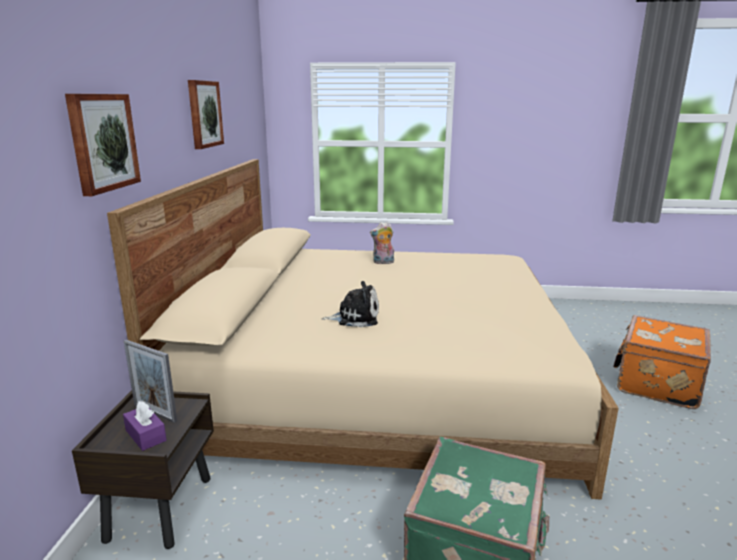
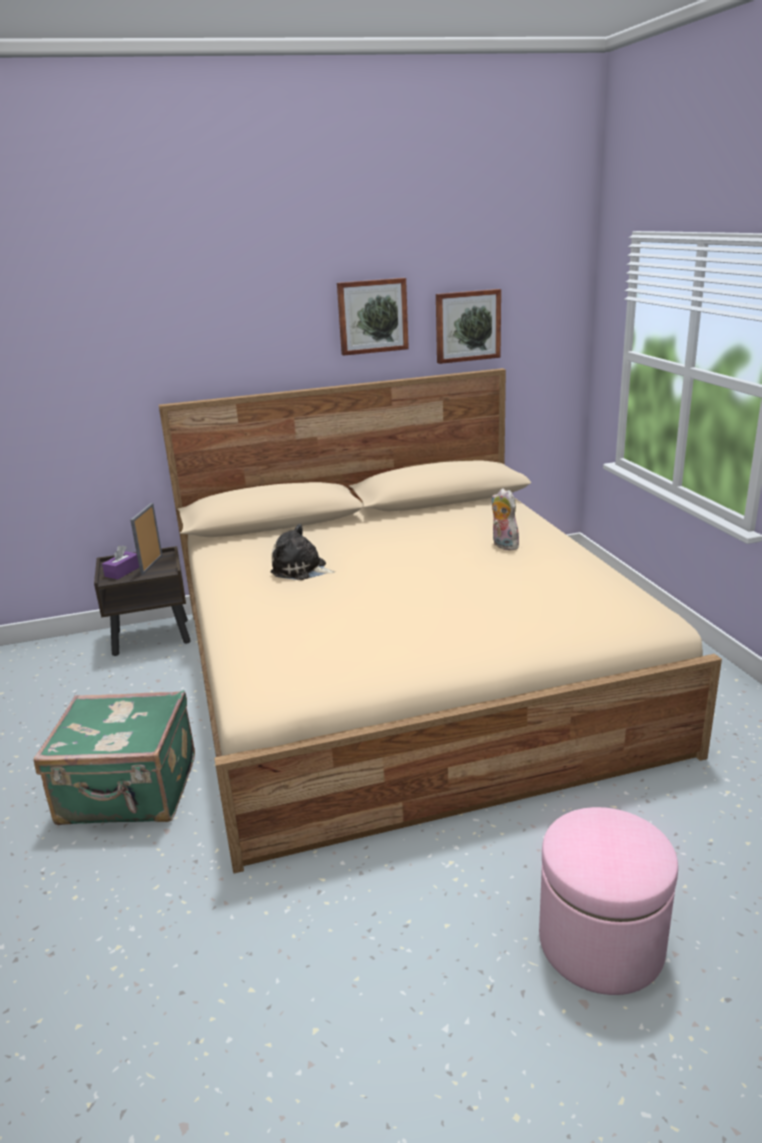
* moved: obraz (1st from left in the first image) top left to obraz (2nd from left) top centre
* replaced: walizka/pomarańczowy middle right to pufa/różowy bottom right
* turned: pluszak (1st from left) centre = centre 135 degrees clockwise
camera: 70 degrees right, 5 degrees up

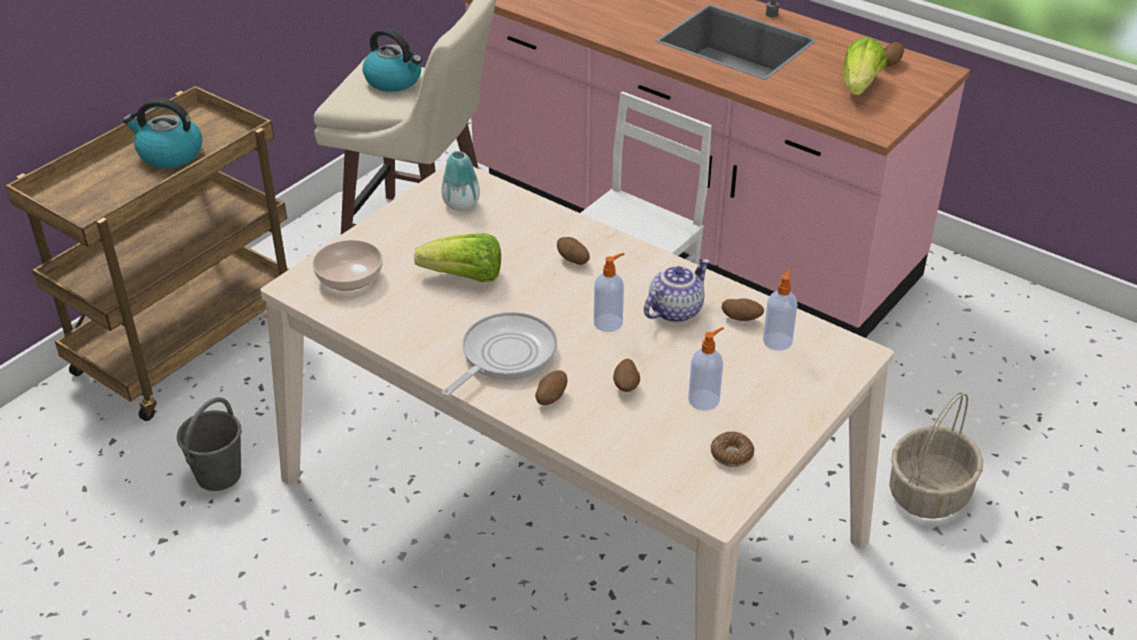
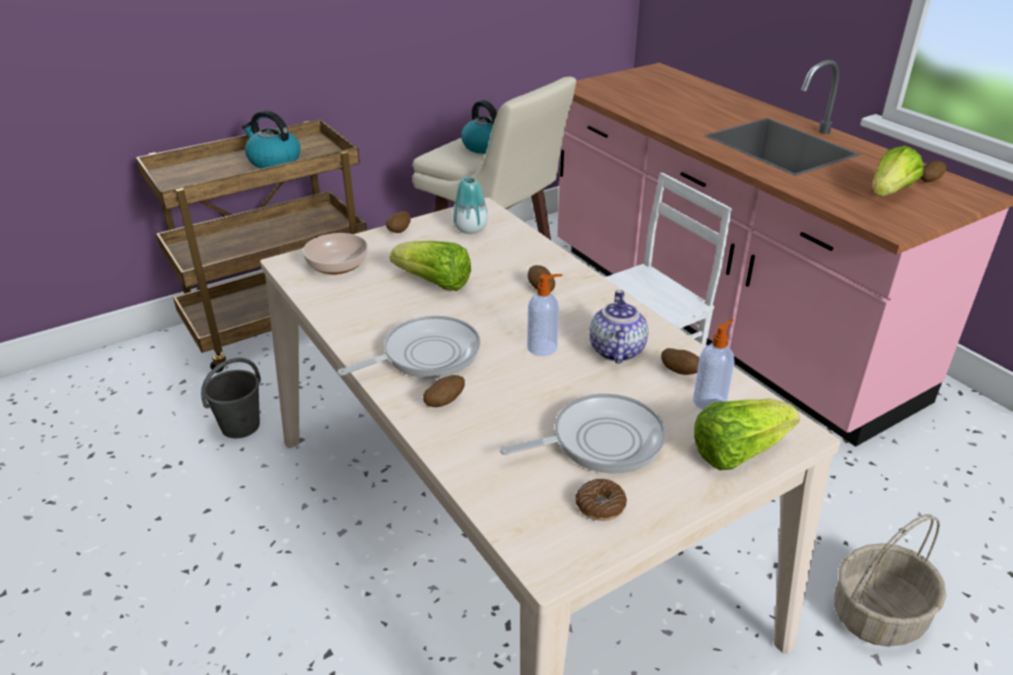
* added: sałata (2nd from left) middle right
* moved: ziemniak (3rd from left in the first image) centre to ziemniak (1st from left) top centre
* replaced: dozownik mydła (2nd from left) centre to patelnia (2nd from left) centre
* turned: imbryk centre = centre 60 degrees counterclockwise
camera: 20 degrees right, 5 degrees down

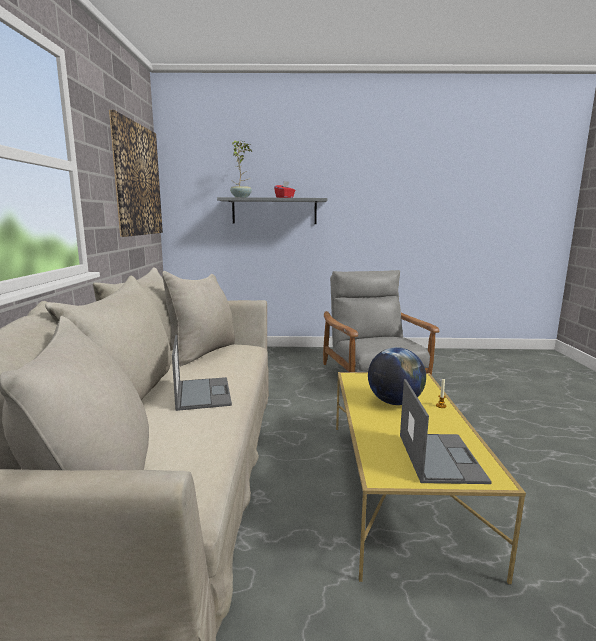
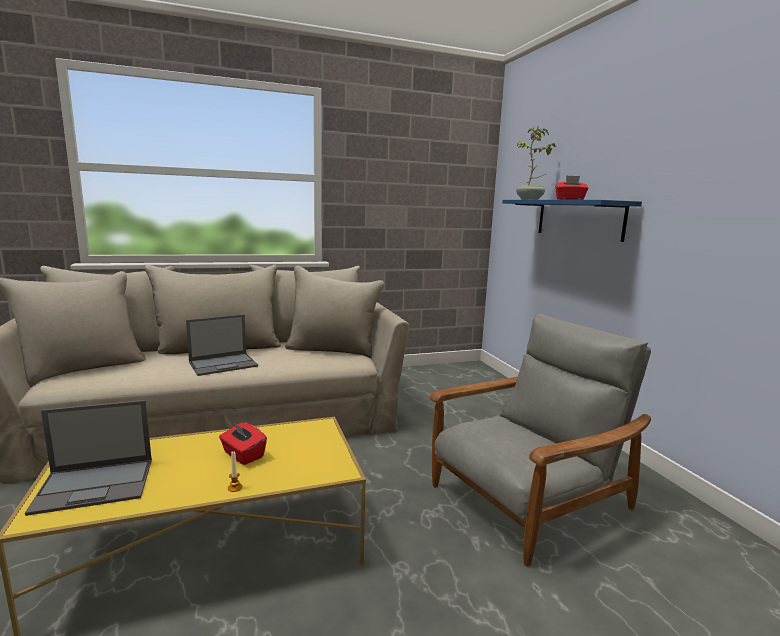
* removed: obraz top left
* replaced: globus centre to pudełko chusteczek/czerwony (1st from left) bottom left
* recoloured: półka/szary top centre to półka/niebieski middle right
camera: 70 degrees right, 0 degrees up

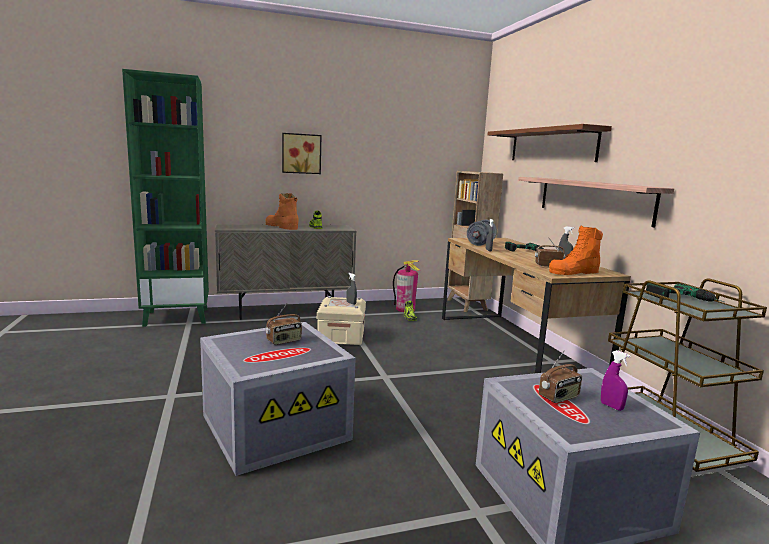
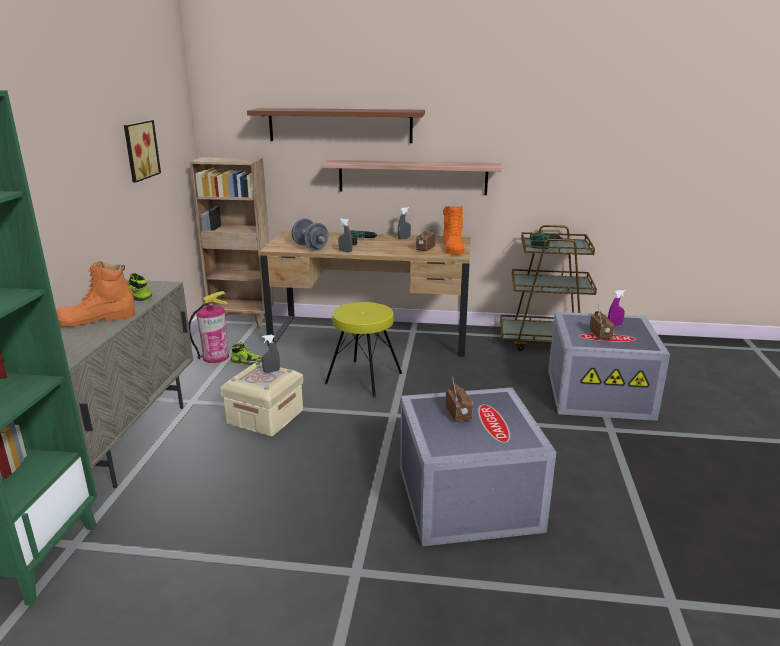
* added: stołek/żółty centre
* moved: obraz top centre to top left
camera: 65 degrees left, 10 degrees up

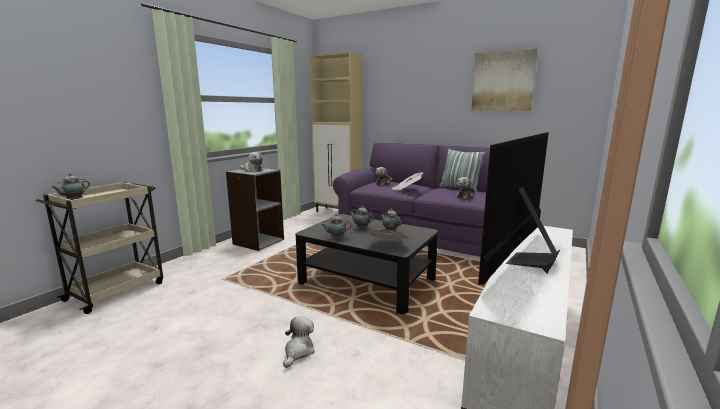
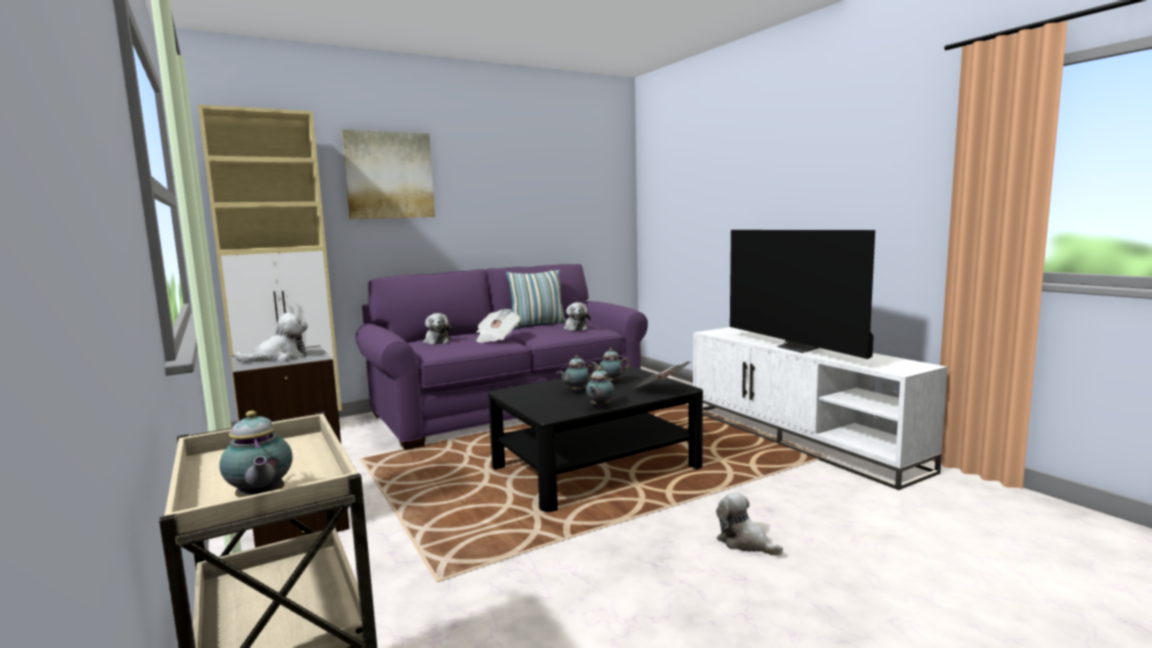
* moved: obraz top right to top centre
camera: 60 degrees left, 5 degrees down

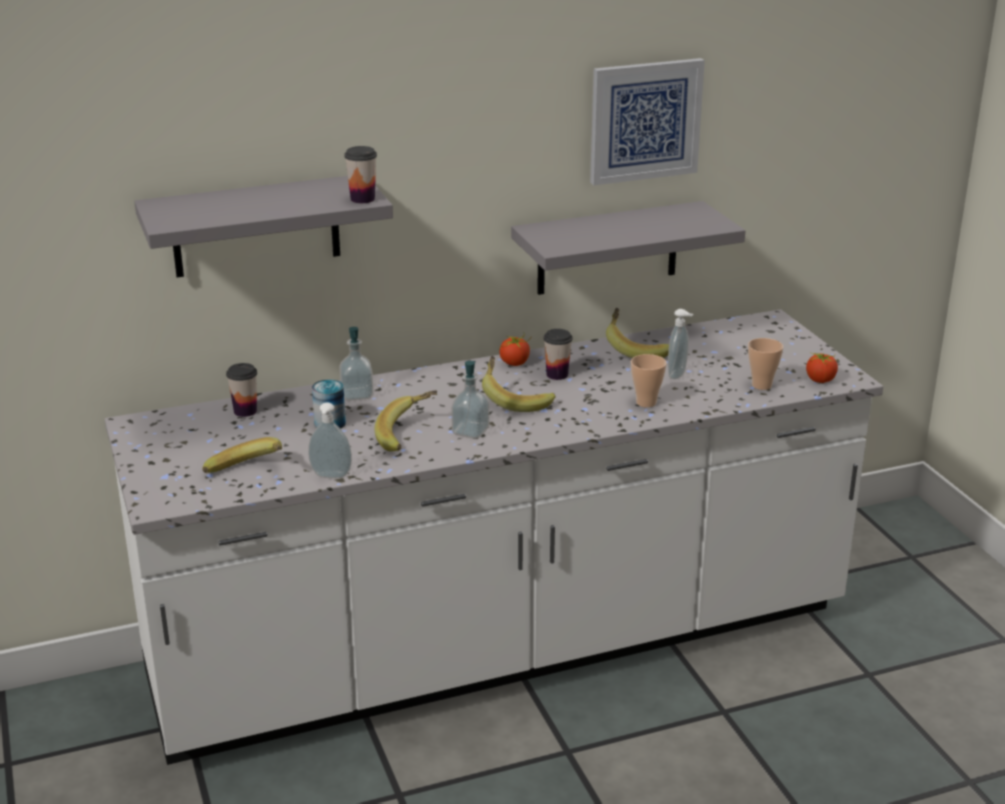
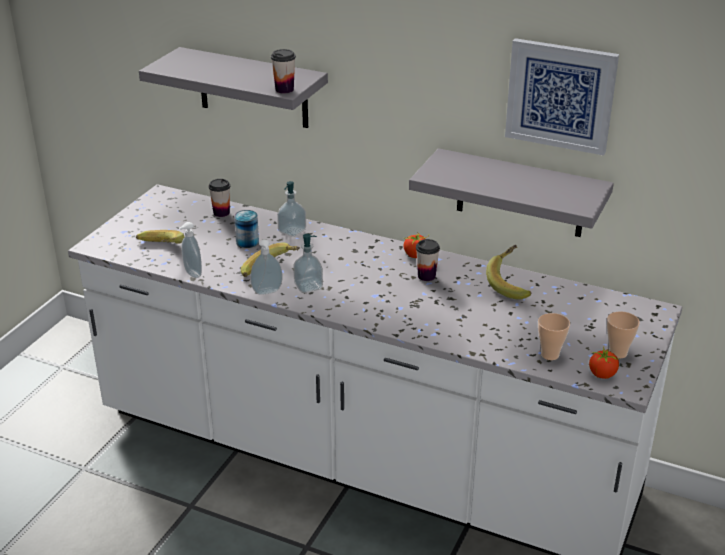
* removed: banan (3rd from left) centre
* moved: filiżanka (4th from left in the first image) centre to filiżanka (5th from left) middle right
* moved: dozownik mydła (4th from left in the first image) middle right to dozownik mydła (2nd from left) centre
camera: 45 degrees right, 5 degrees up

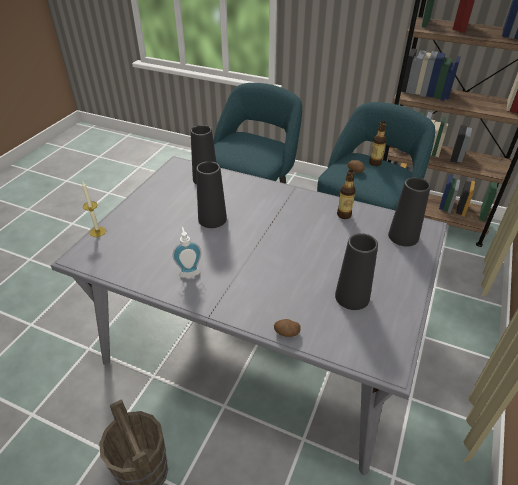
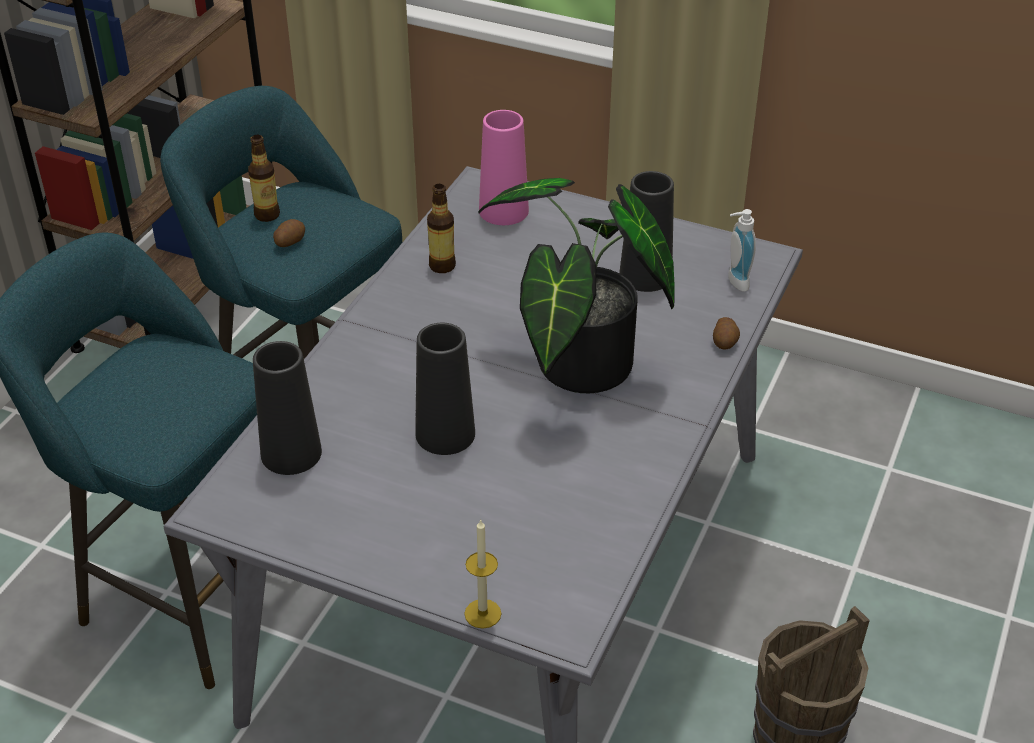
* added: roślina doniczkowa centre
* moved: dozownik mydła centre to middle right
* recoloured: wazon/czarny (4th from left) middle right to wazon/różowy top centre
camera: 90 degrees left, 0 degrees up

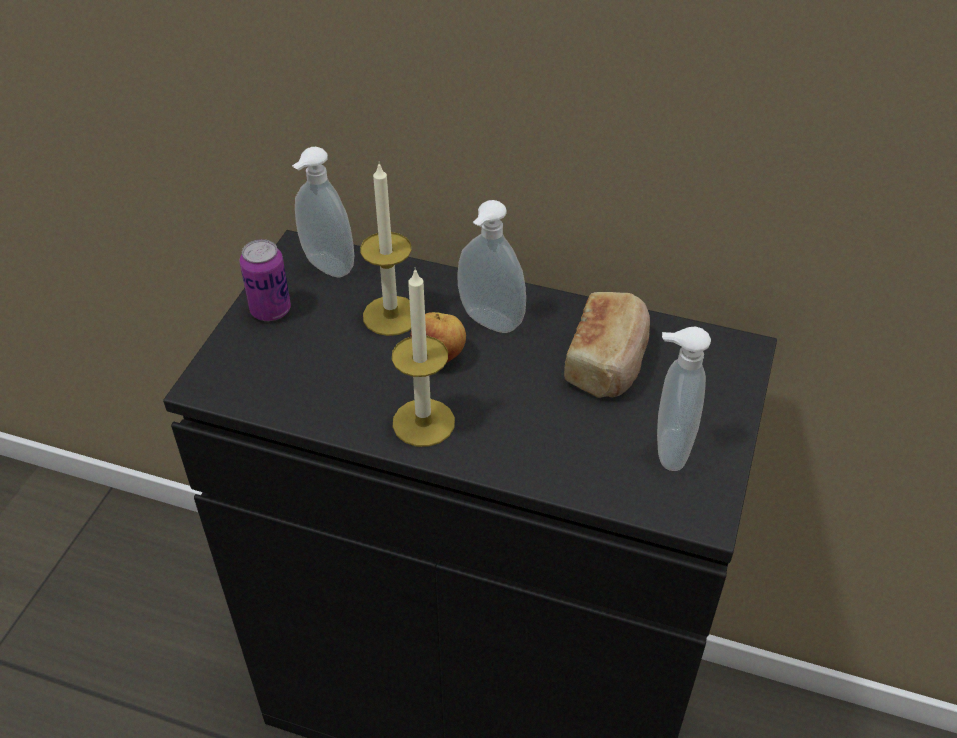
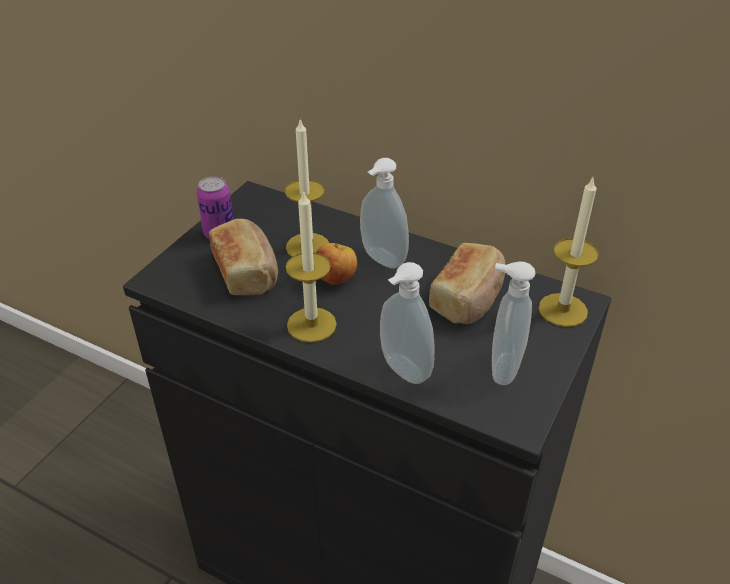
* added: chleb (1st from left) middle left
* added: świeca (3rd from left) middle right
* moved: dozownik mydła (1st from left in the first image) top centre to dozownik mydła (2nd from left) centre
camera: 10 degrees right, 5 degrees down

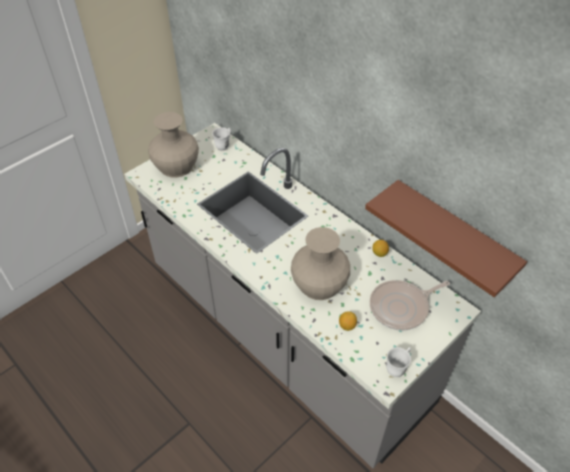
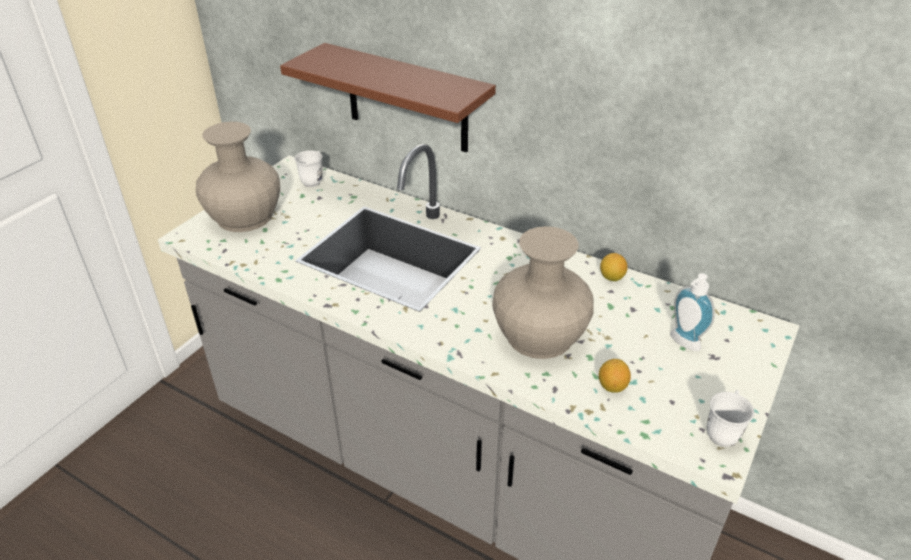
* moved: półka/brązowy middle right to top centre
* replaced: patelnia middle right to dozownik mydła middle right
camera: 15 degrees left, 10 degrees down

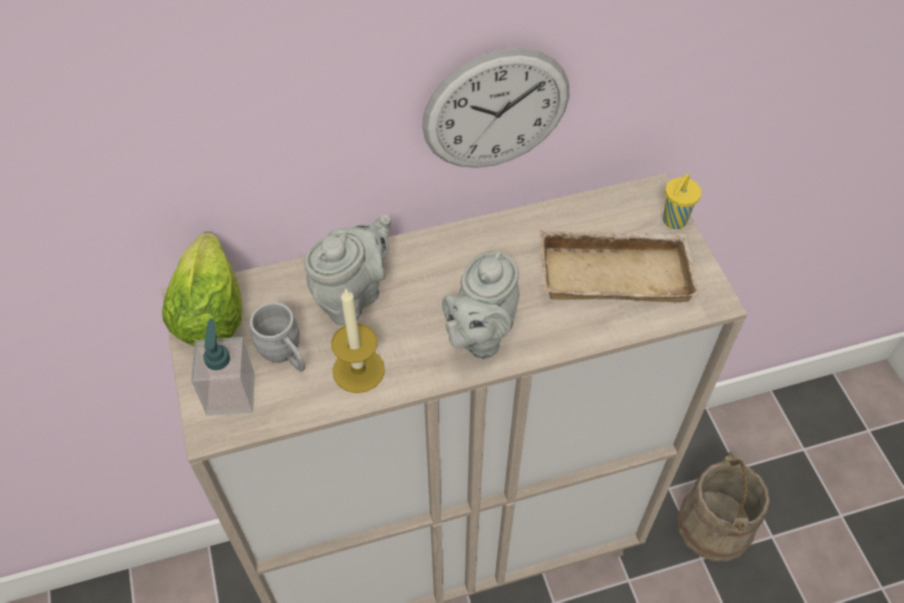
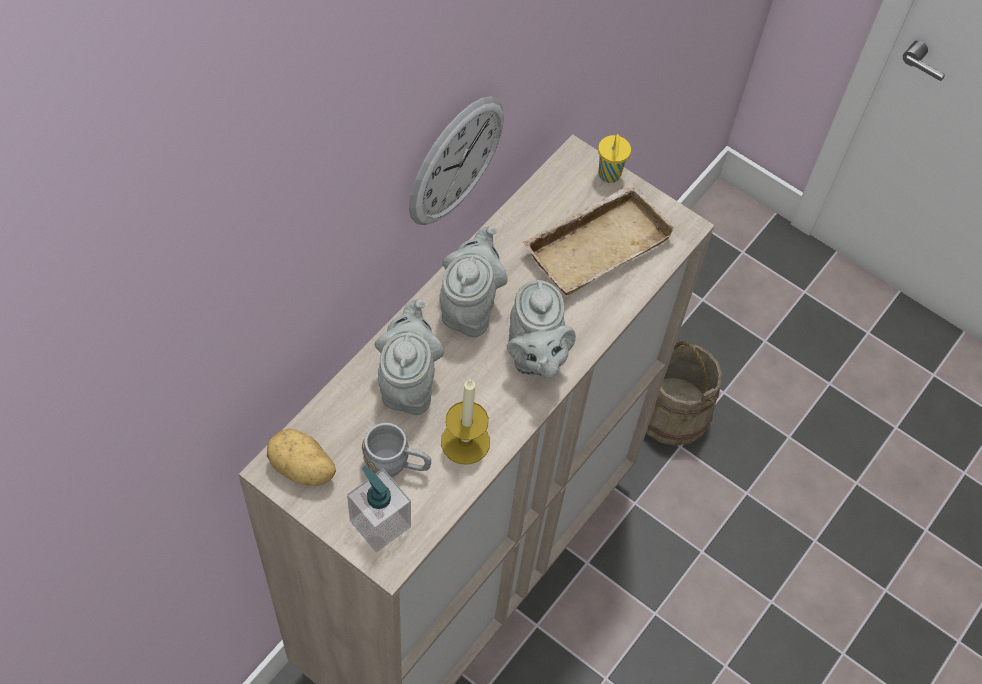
* added: imbryk/szary (2nd from left) centre
* replaced: sałata middle left to ziemniak bottom left
camera: 40 degrees left, 5 degrees up

